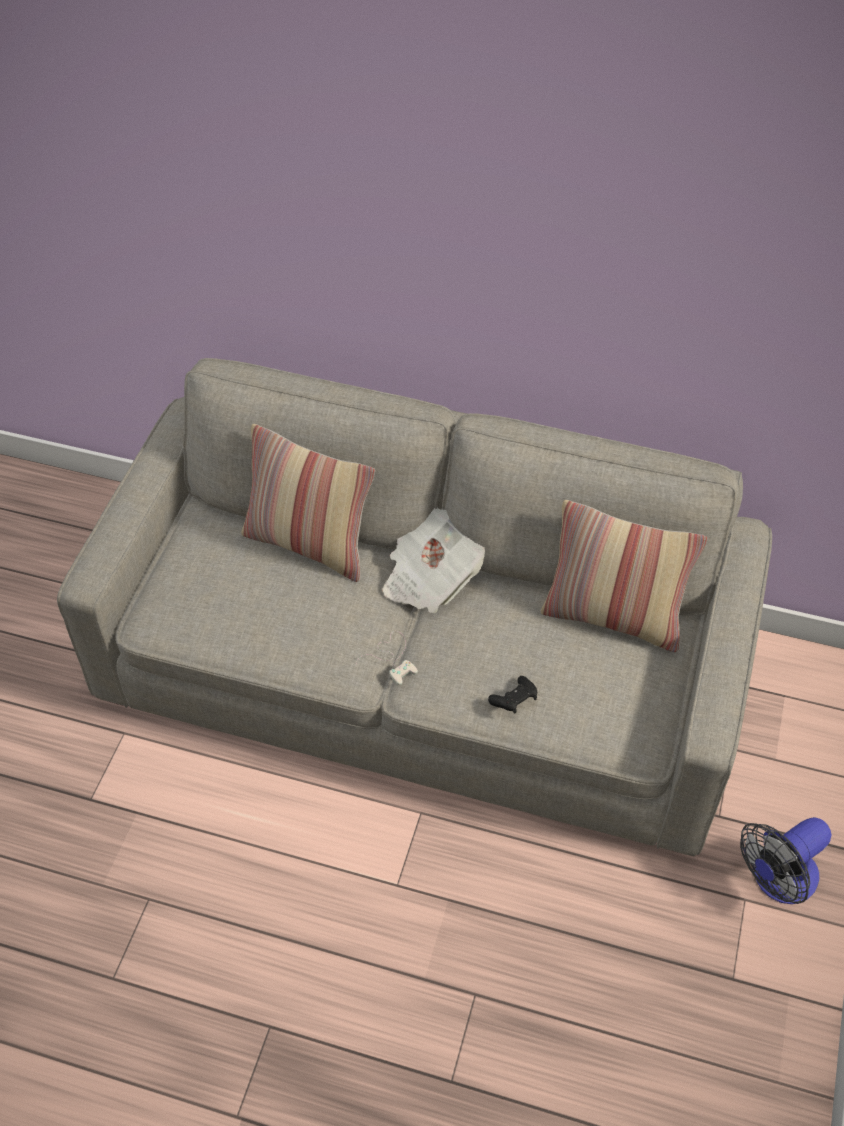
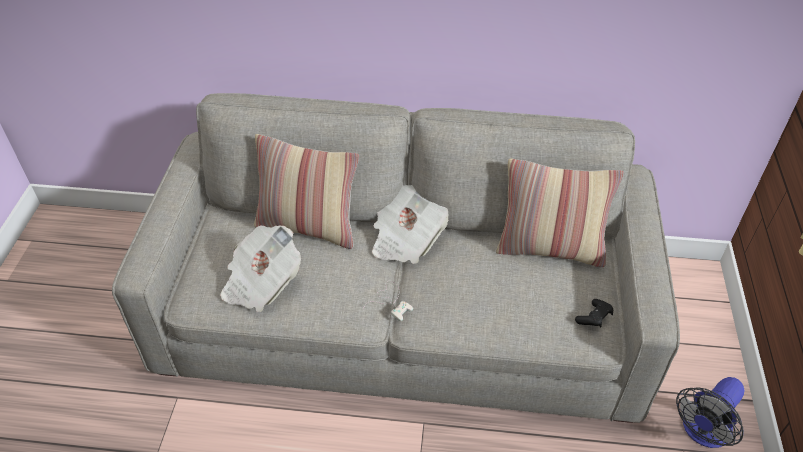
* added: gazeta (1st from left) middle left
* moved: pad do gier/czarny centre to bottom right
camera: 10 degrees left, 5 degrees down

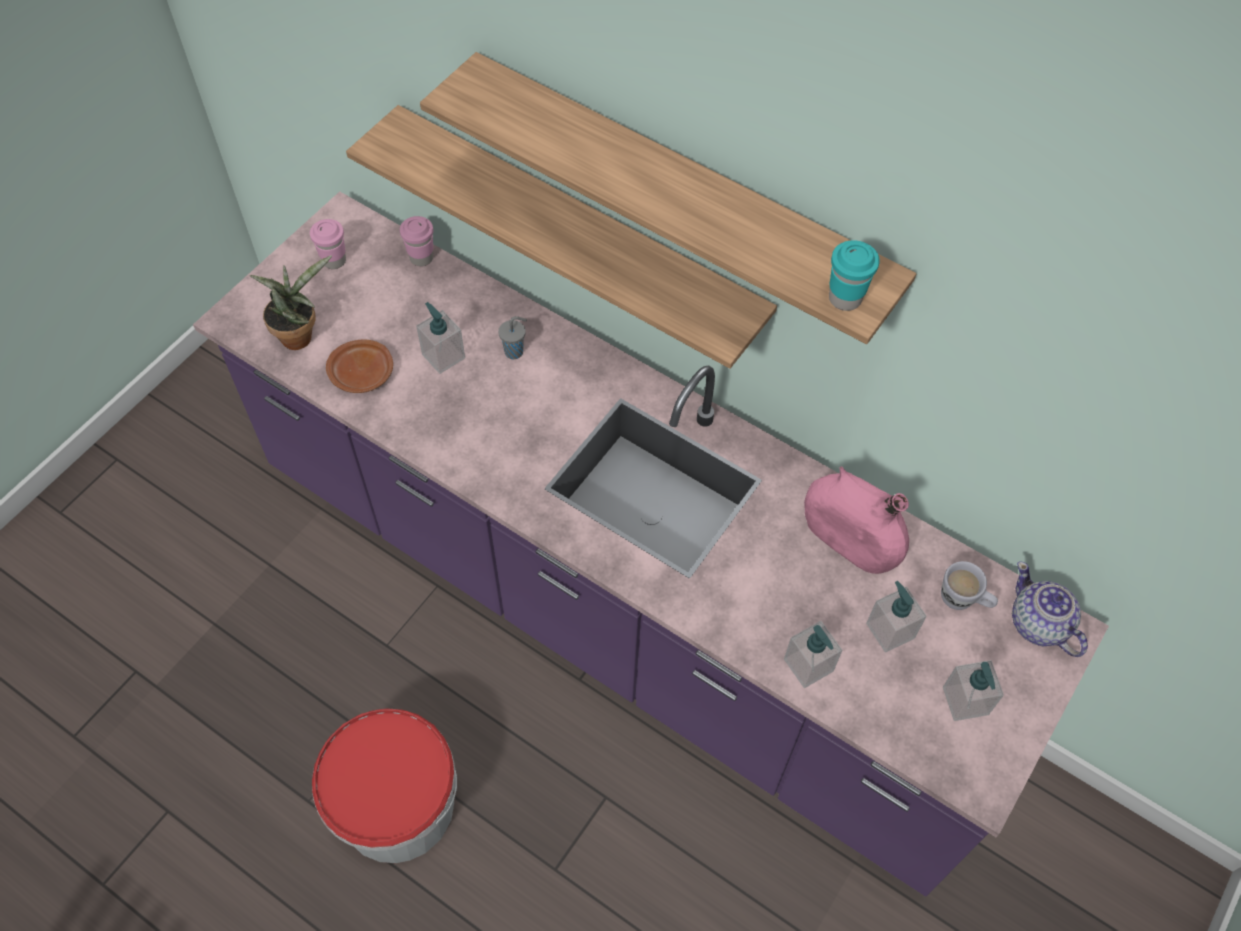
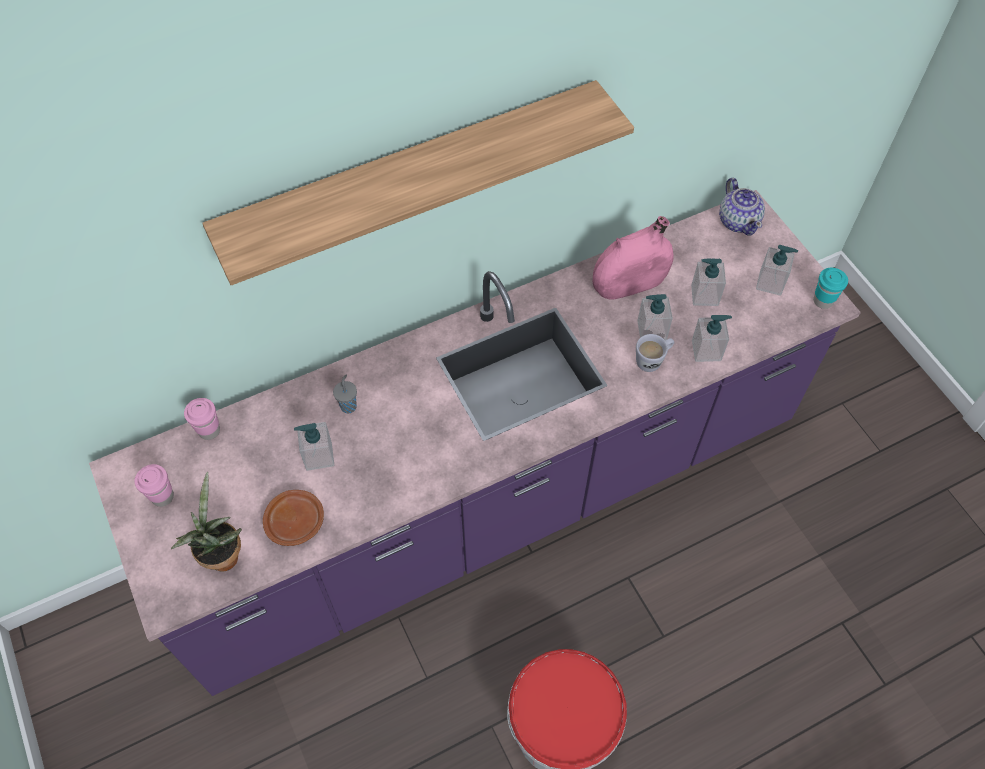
* removed: półka (1st from left) top centre
* added: dozownik mydła (2nd from left) centre
* moved: filiżanka/turkusowy top right to middle right
* moved: kubek/biały middle right to centre
* turned: imbryk middle right = top right 105 degrees counterclockwise
camera: 60 degrees left, 0 degrees up

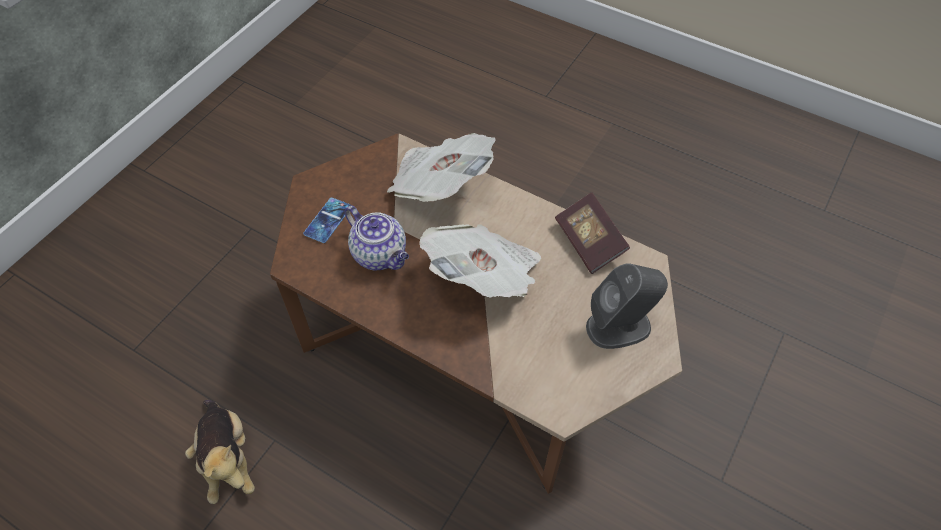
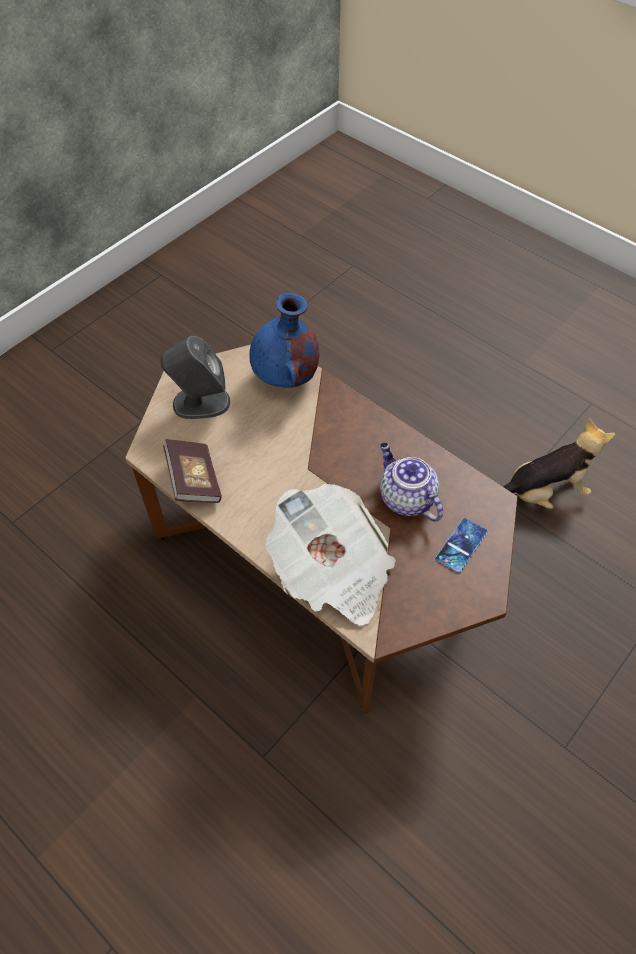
* removed: gazeta (2nd from left) centre
* added: wazon/niebieski centre
* turned: pluszak bottom left = middle right 90 degrees clockwise
camera: 170 degrees left, 0 degrees up

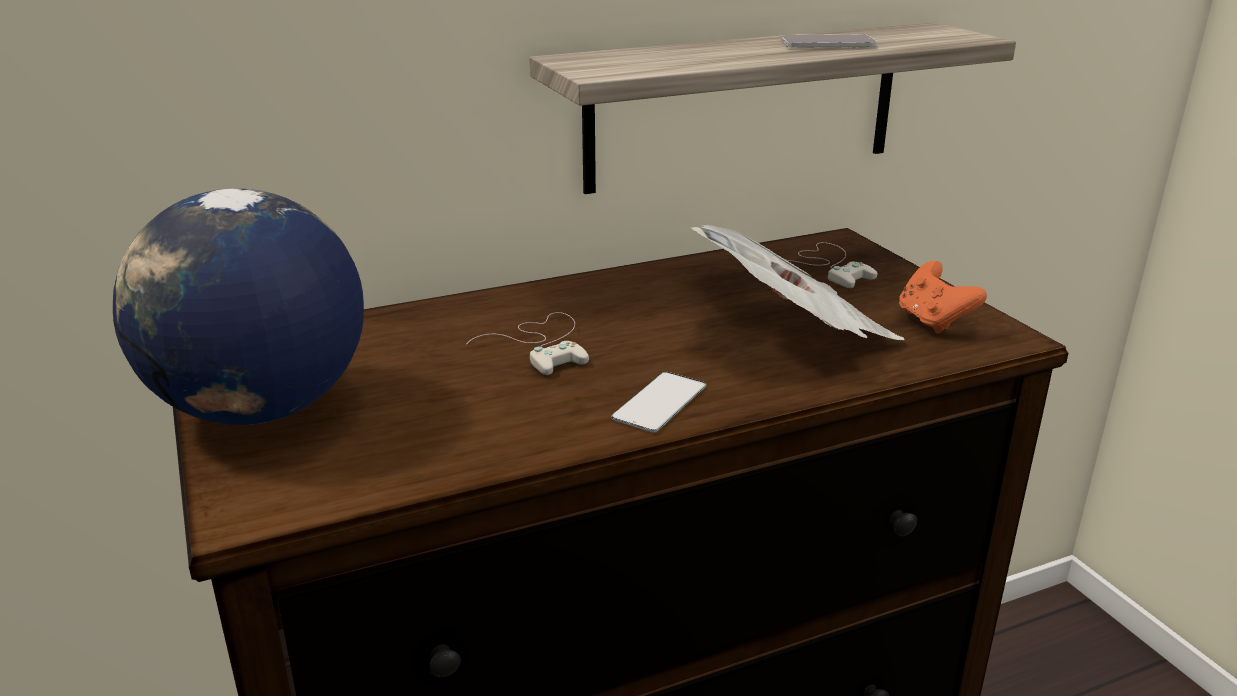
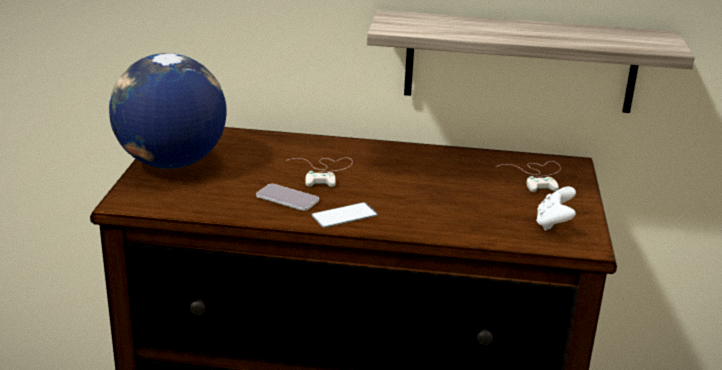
* removed: gazeta centre
* moved: telefon (2nd from left in the first image) top right to telefon (1st from left) centre
* recoloured: pad do gier/pomarańczowy middle right to pad do gier/biały (3rd from left) middle right
camera: 30 degrees right, 0 degrees up

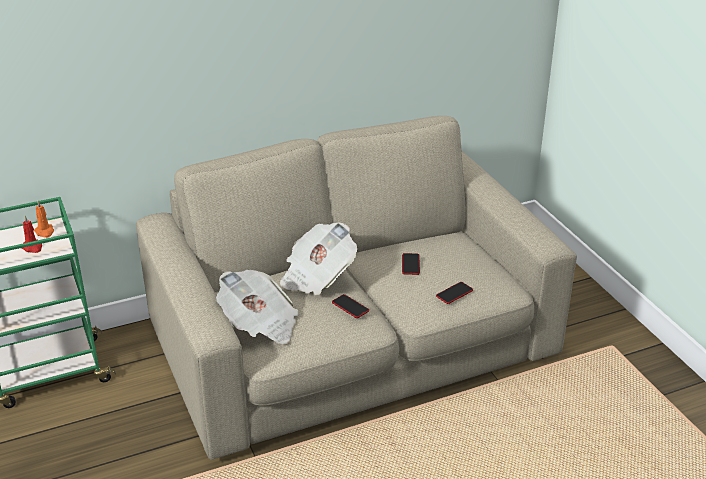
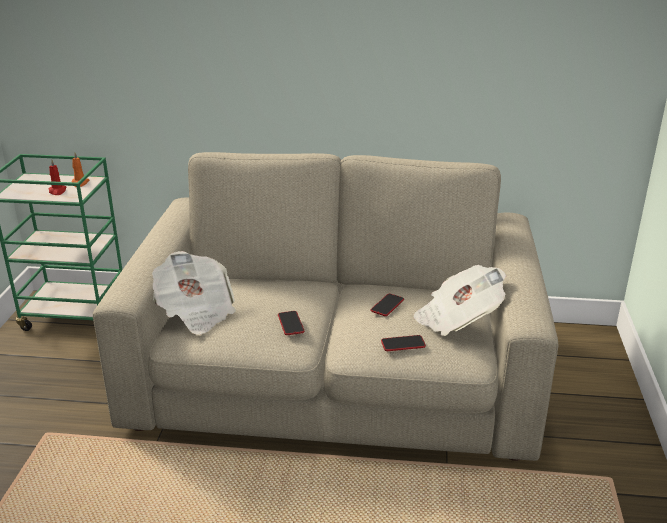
* moved: gazeta (2nd from left) centre to middle right
camera: 30 degrees right, 5 degrees down

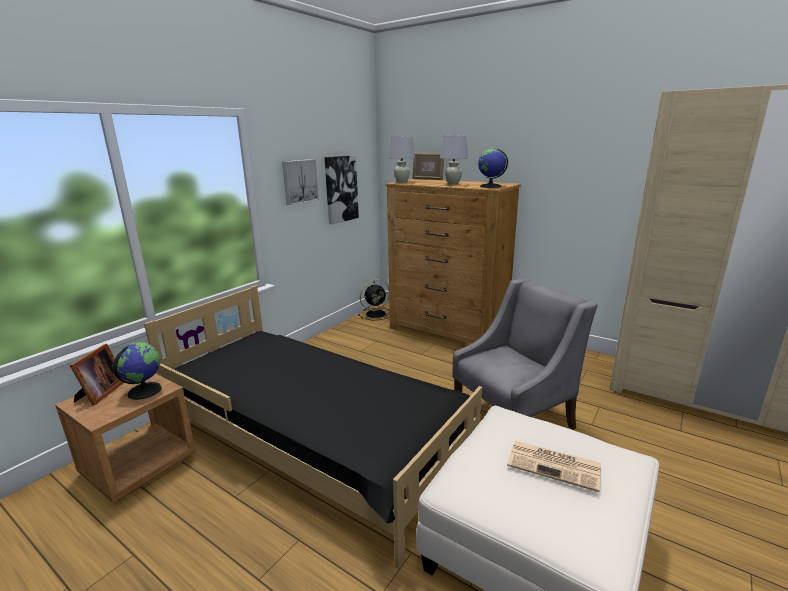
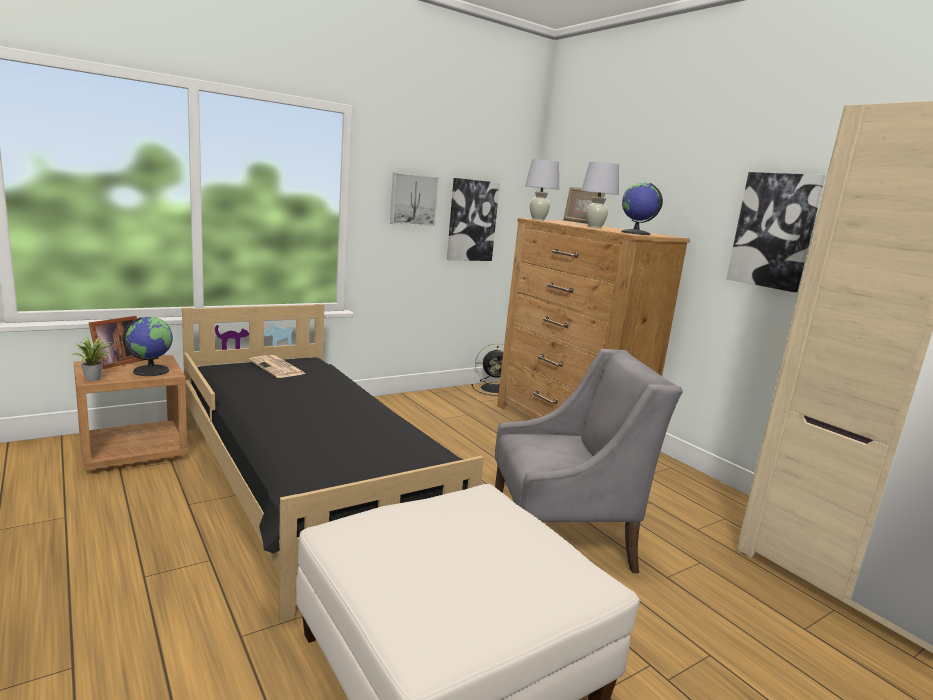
* added: roślina doniczkowa middle left
* added: obraz (3rd from left) top right
* moved: gazeta bottom right to middle left
camera: 20 degrees right, 5 degrees down

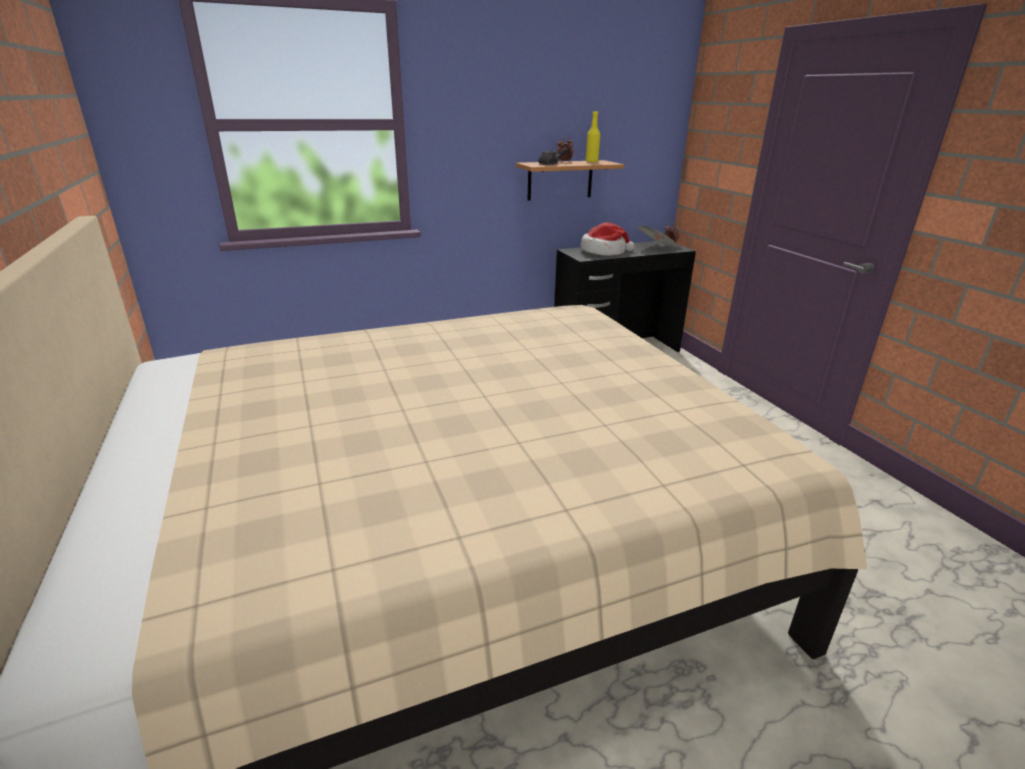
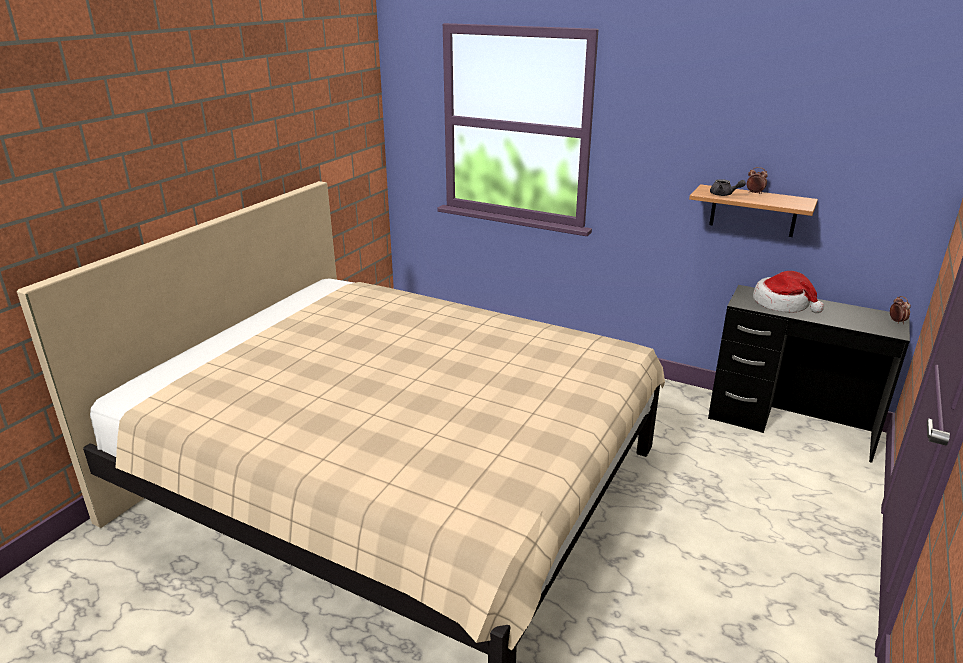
* removed: butelka/żółty top centre
* removed: gazeta top centre
camera: 50 degrees right, 0 degrees up

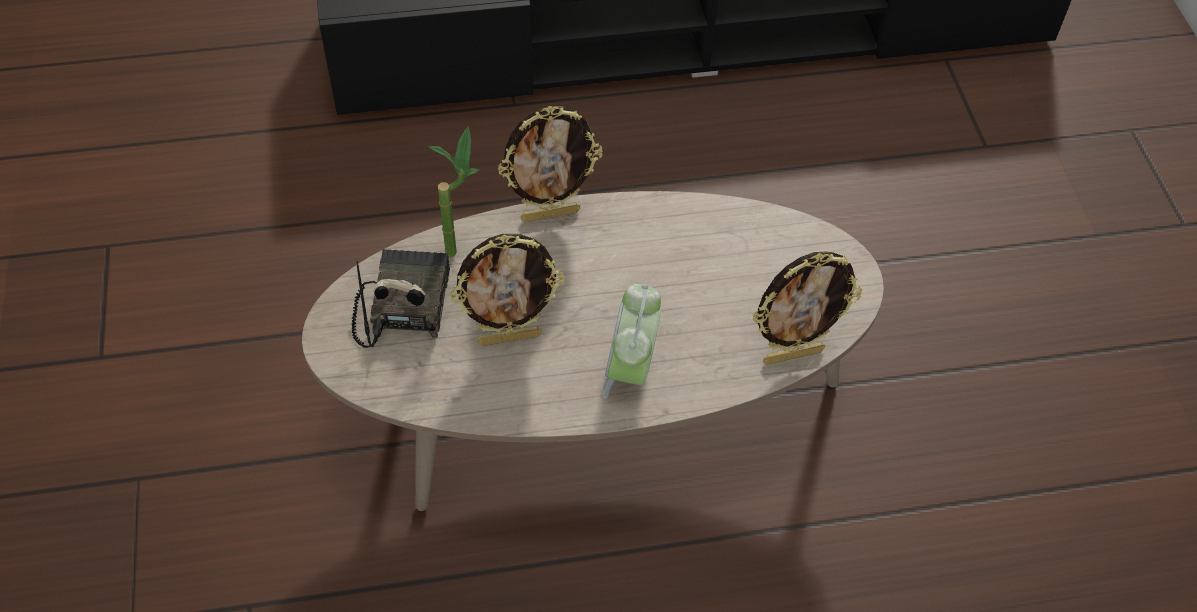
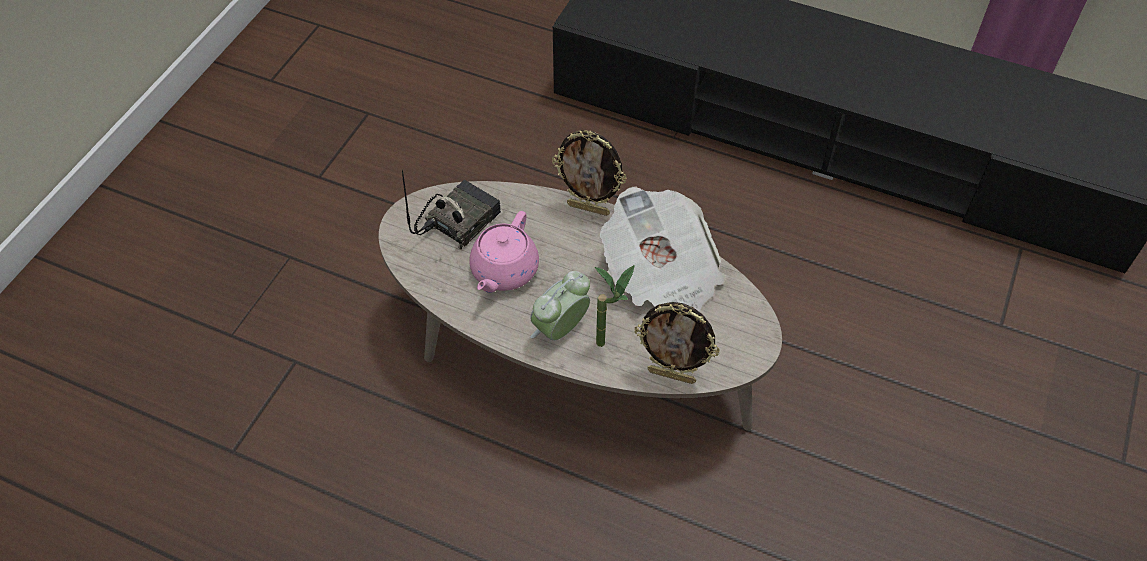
* added: gazeta centre
* moved: roślina doniczkowa top centre to centre
* replaced: ramka na zdjęcie (1st from left) centre to imbryk/różowy centre
camera: 35 degrees right, 0 degrees up

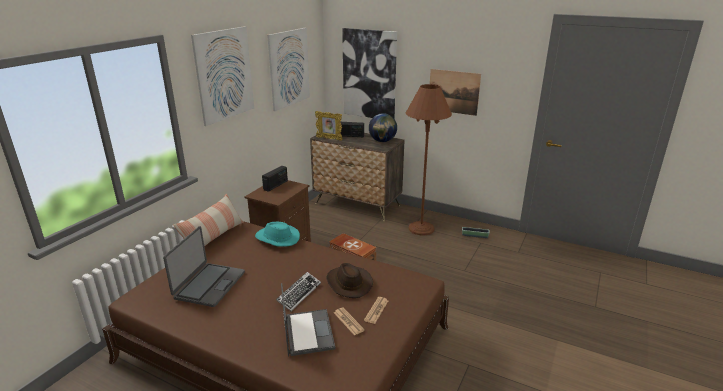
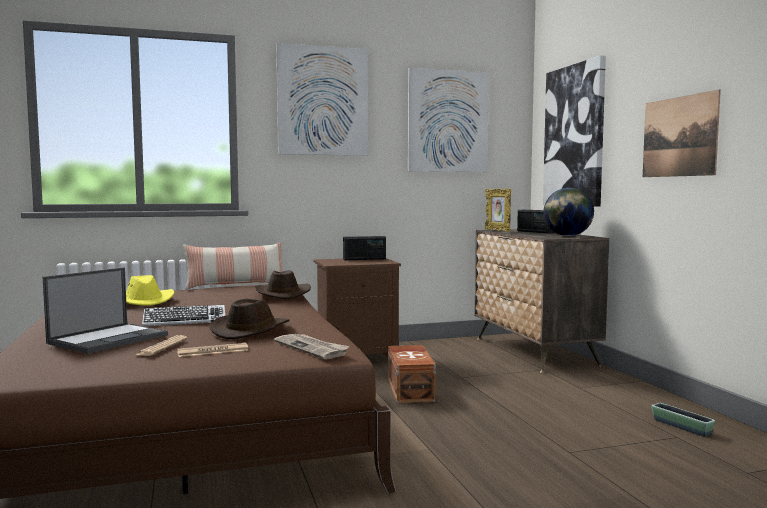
* removed: lampa stojąca/brązowy centre
* added: gazeta (3rd from left) bottom centre
* replaced: laptop (1st from left) bottom left to kapelusz/żółty middle left
* recoloured: kapelusz/turkusowy centre to kapelusz/brązowy (2nd from left) centre
camera: 45 degrees right, 20 degrees down

